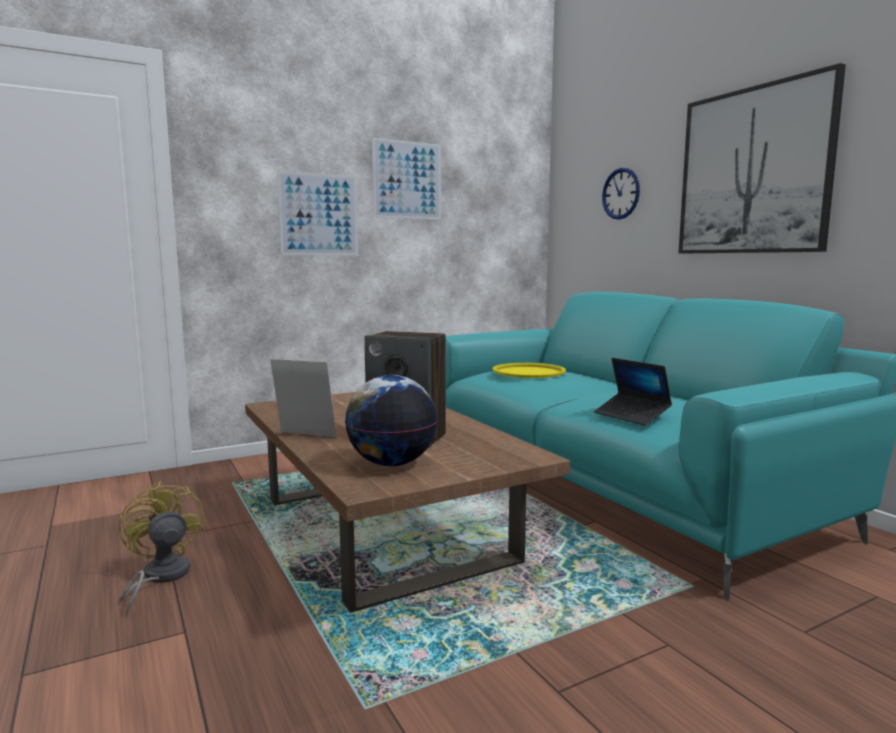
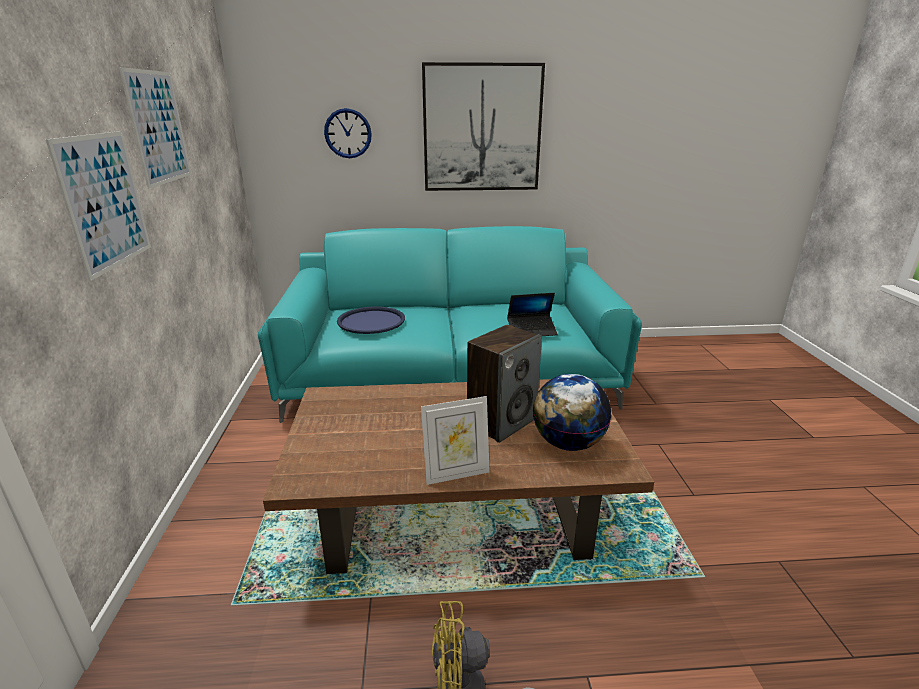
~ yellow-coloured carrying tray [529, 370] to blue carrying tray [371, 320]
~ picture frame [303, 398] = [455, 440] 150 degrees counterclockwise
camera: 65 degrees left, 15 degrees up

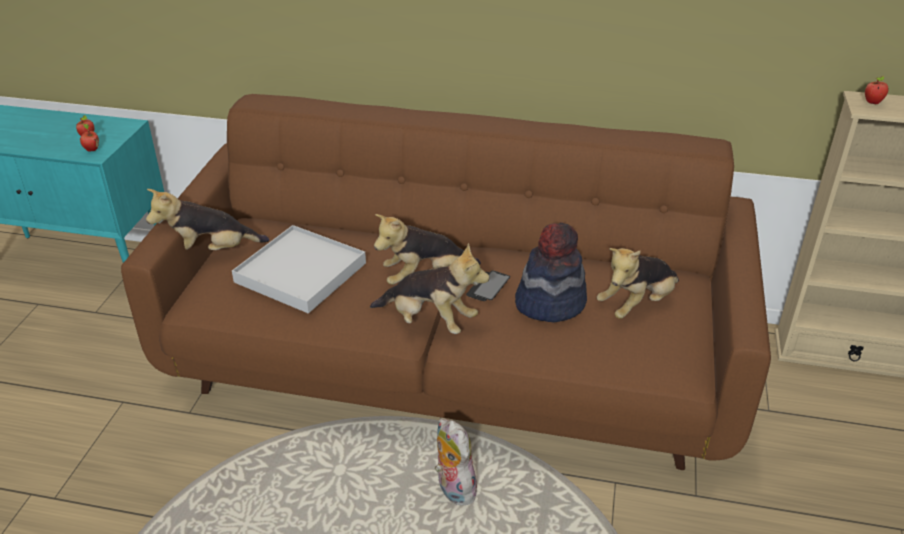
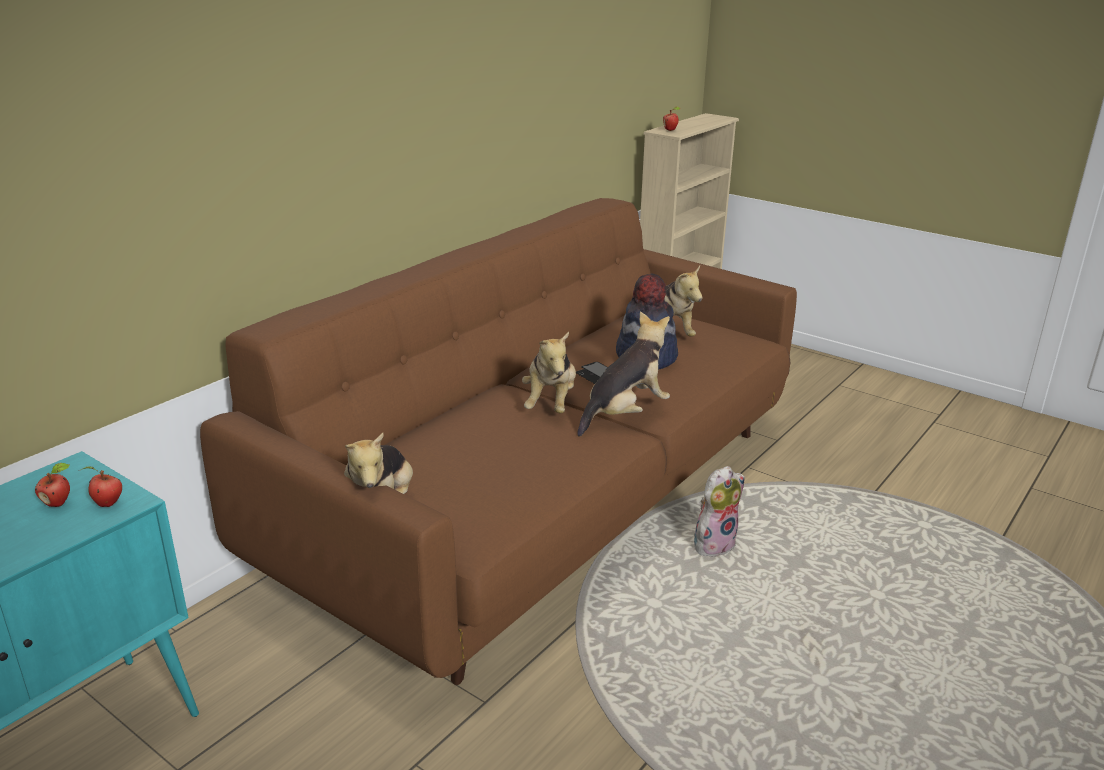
- white-coloured carrying tray [299, 269]
~ plush toy [457, 461] = [719, 512] 150 degrees clockwise
camera: 65 degrees left, 10 degrees down

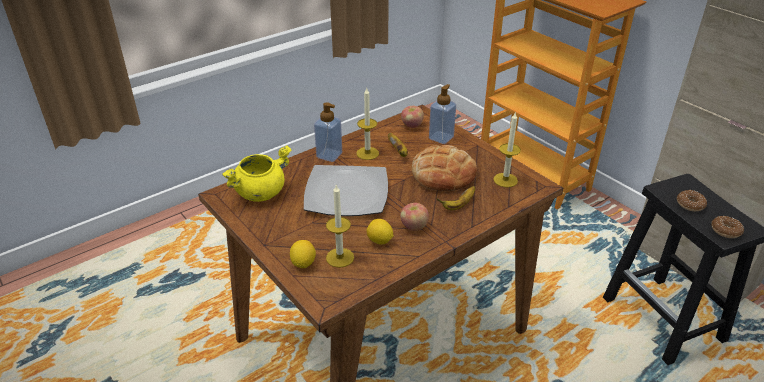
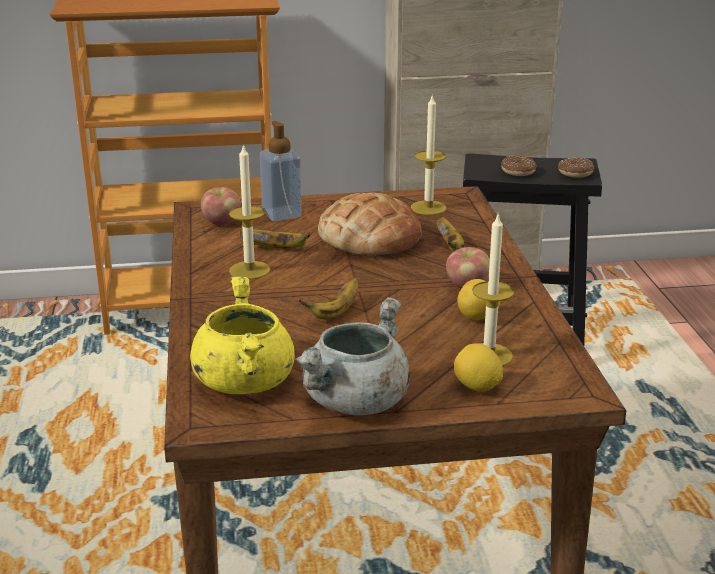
- soap bottle [328, 132]
+ grey cooking pot [352, 356]
~ dinner plate [346, 190] to whole banana [328, 298]
camera: 60 degrees left, 10 degrees down

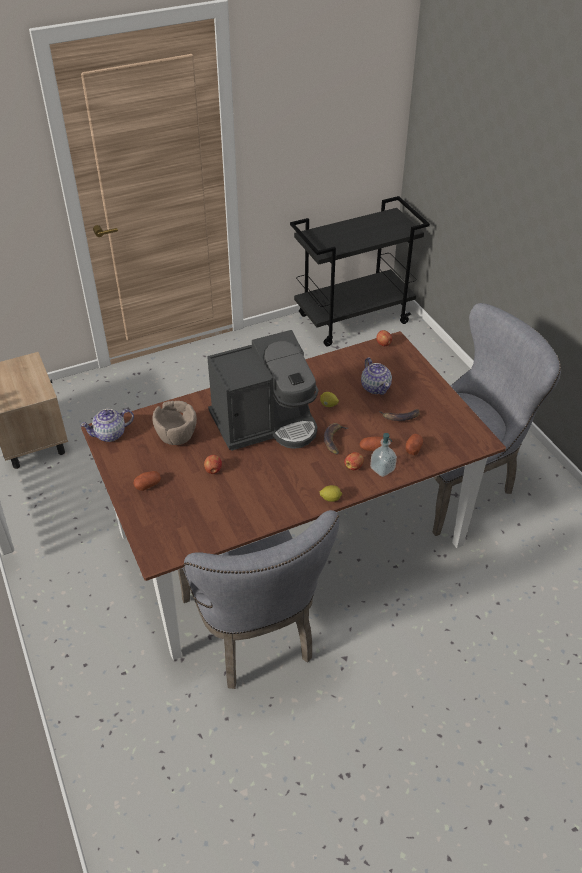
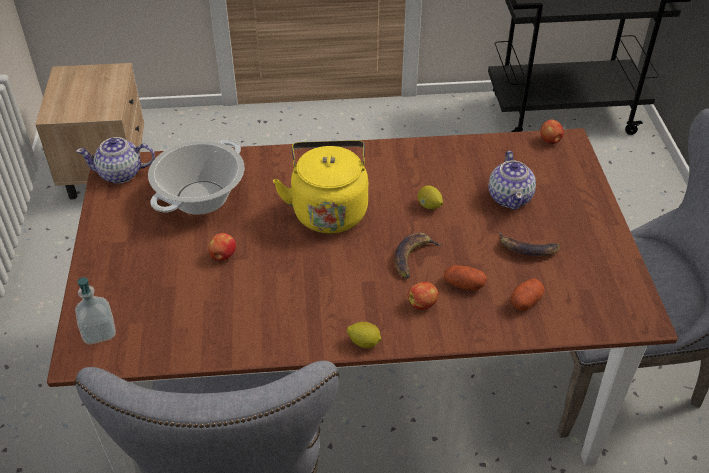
- whole potato [147, 481]
~ soap bottle [383, 455] to [95, 311]
~ brownish deep dish [174, 423] to cooking pot [196, 177]
~ coffee maker [262, 390] to yellow-coloured tea kettle [320, 186]
camera: 20 degrees right, 0 degrees up

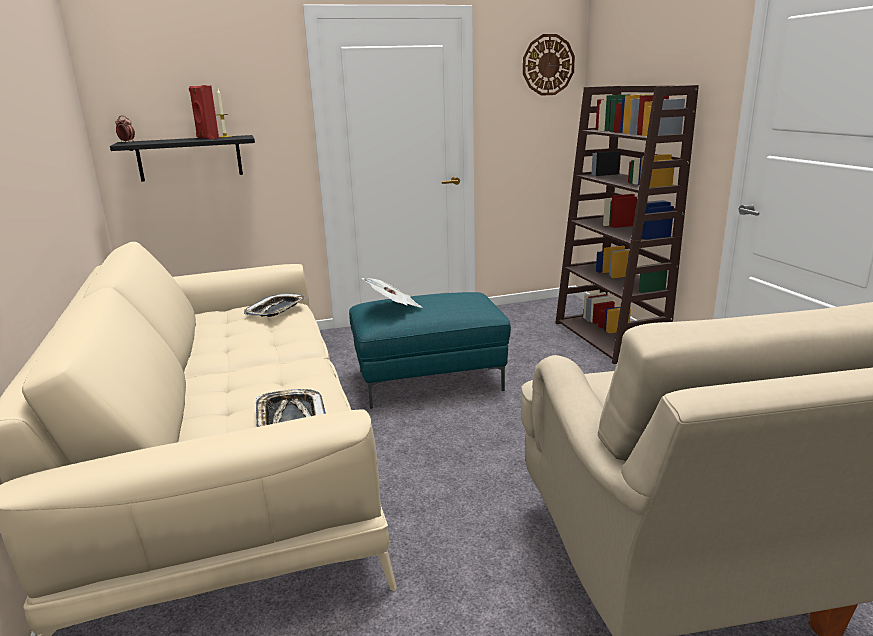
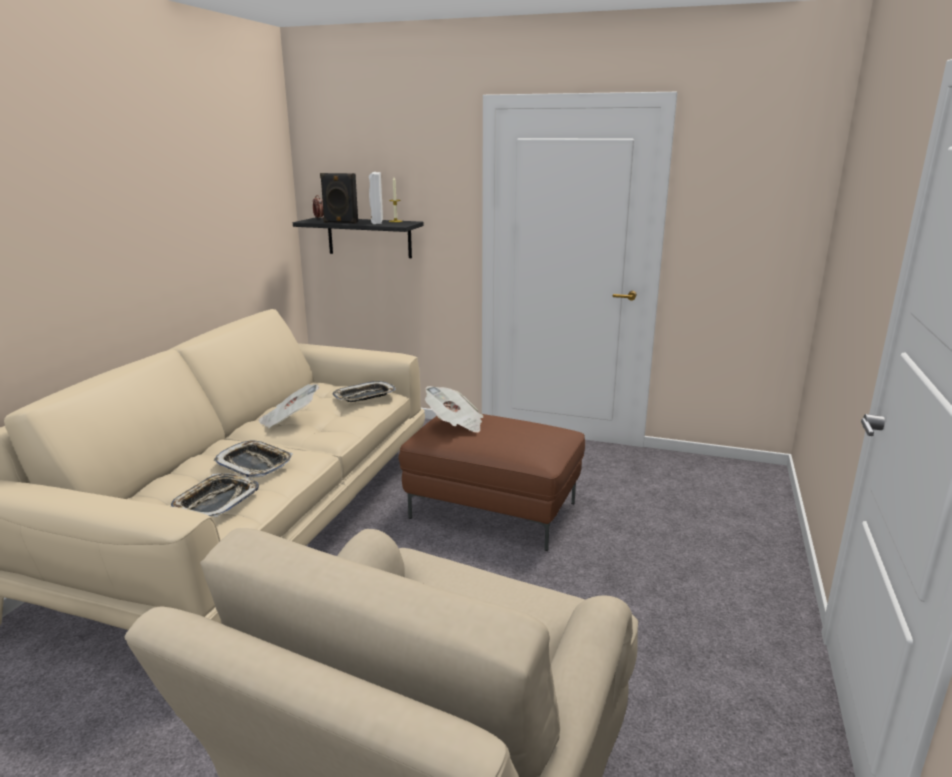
- hanging clock [549, 65]
- brownish bookcase [627, 224]
+ carrying tray [253, 459]
+ daily paper [288, 406]
+ black speaker [339, 198]
~ red-coloured speaker [204, 112] to white-coloured speaker [376, 198]
~ blue-green footrest [430, 350] to brownish footrest [492, 482]
camera: 35 degrees right, 0 degrees up

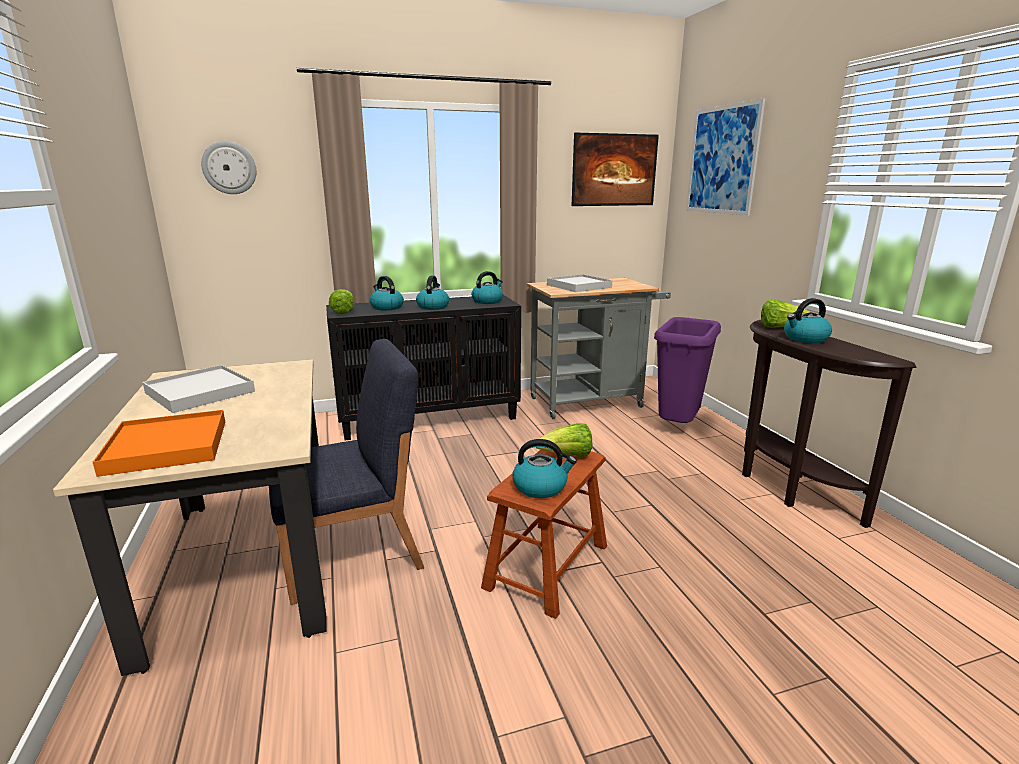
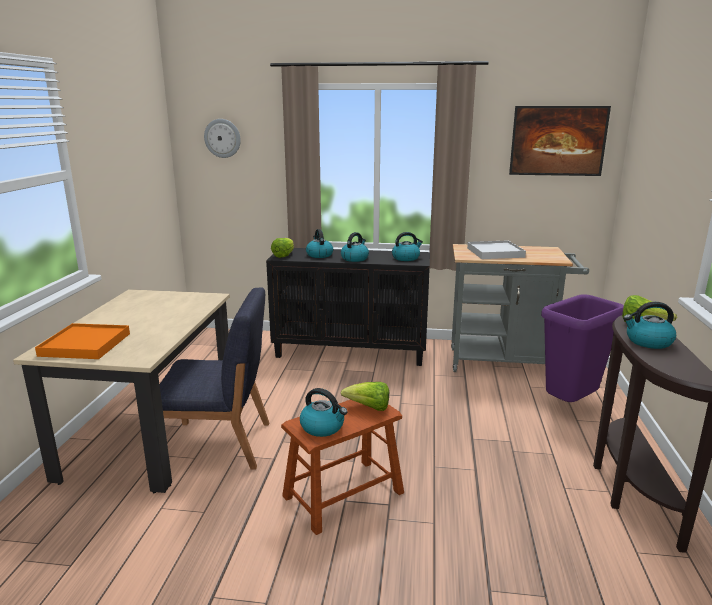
- white-coloured carrying tray [199, 389]
- picture [725, 157]
camera: 25 degrees right, 0 degrees up

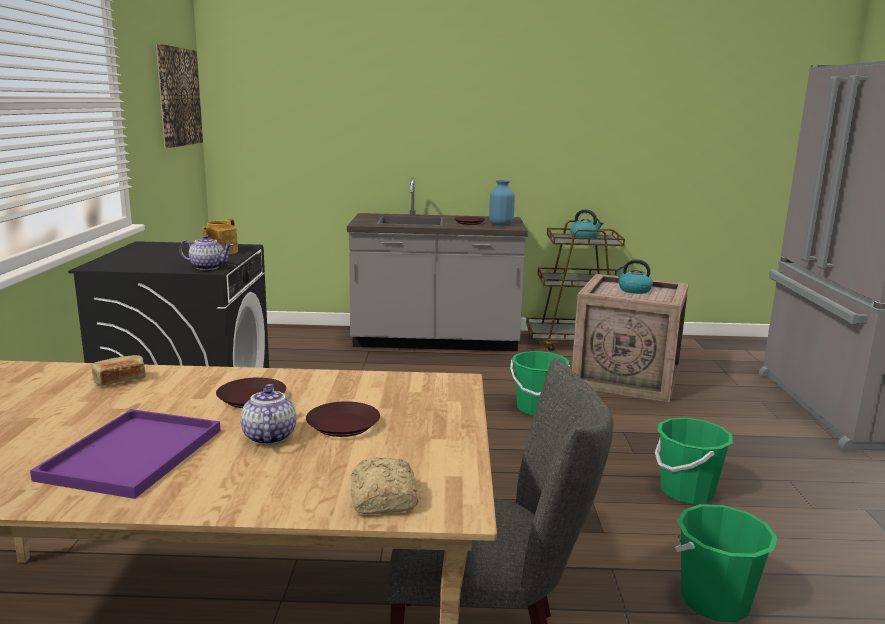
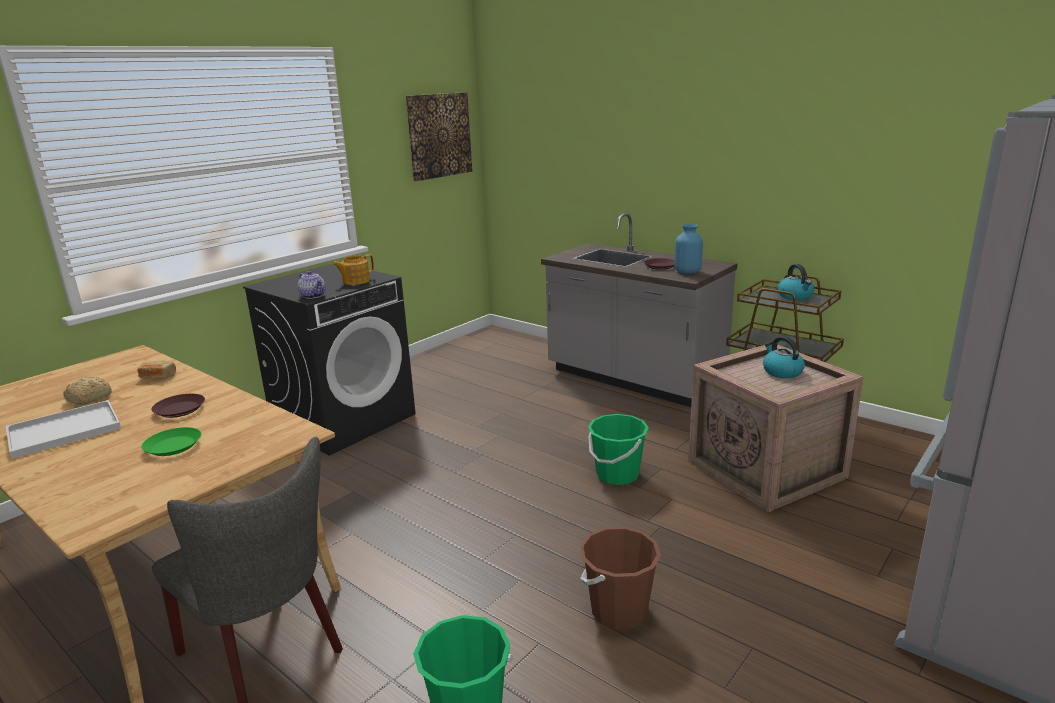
- tea pot [268, 414]
~ bread [384, 485] to [87, 391]
~ purple-coloured carrying tray [125, 454] to white-coloured carrying tray [63, 429]
~ brownish dinner plate [343, 419] to greenish dinner plate [171, 441]
~ greenish water bucket [694, 461] to brownish water bucket [620, 577]
camera: 40 degrees right, 5 degrees up

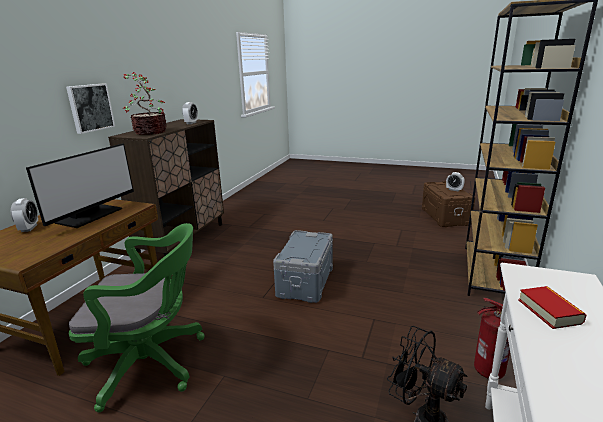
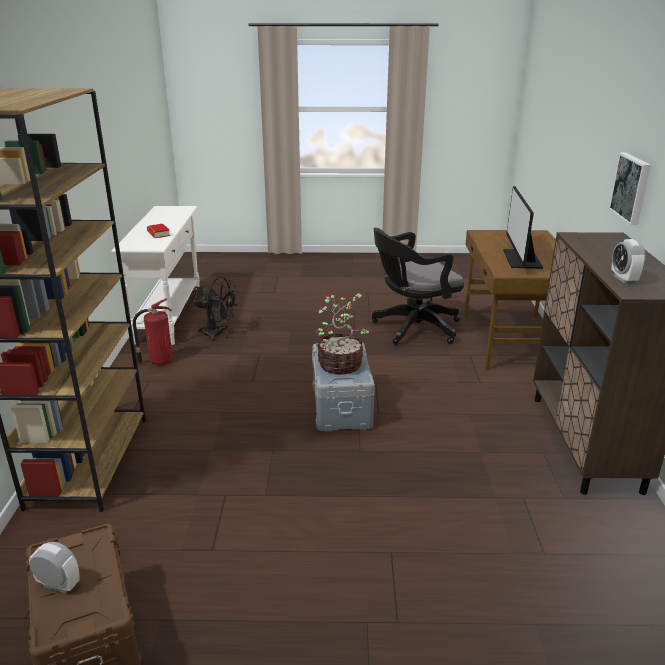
- alarm clock [24, 215]
~ plant in a pot [145, 103] to [343, 333]
~ greenish office chair [137, 317] to black office chair [418, 286]
camera: 160 degrees right, 5 degrees up

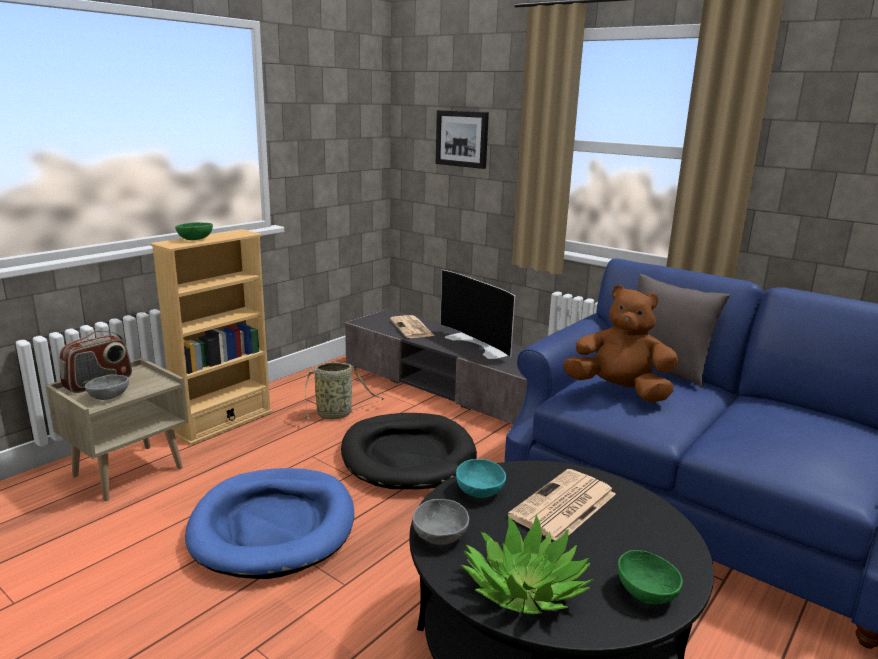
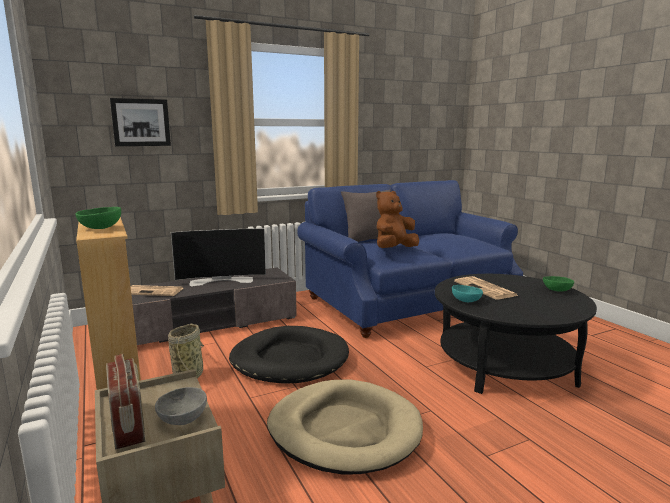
- grey deep dish [441, 522]
- plant in a pot [527, 564]
~ blue pet bed [269, 523] to beige pet bed [345, 427]
camera: 65 degrees left, 5 degrees down

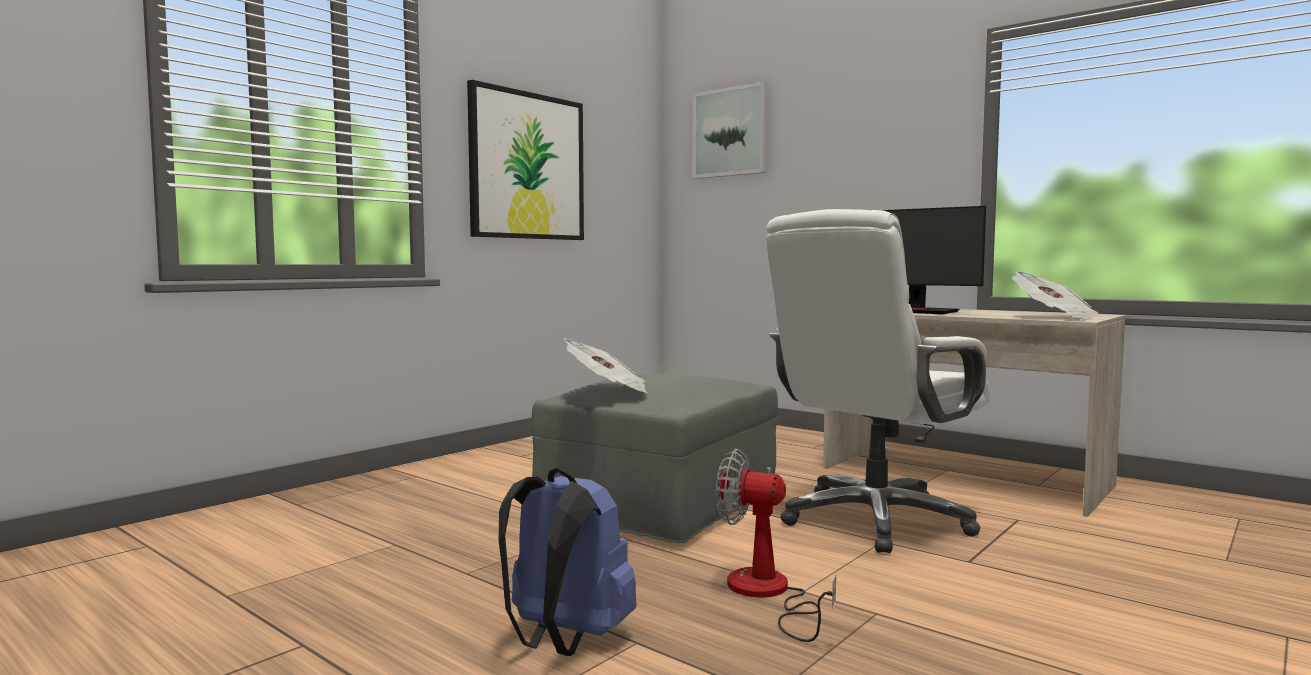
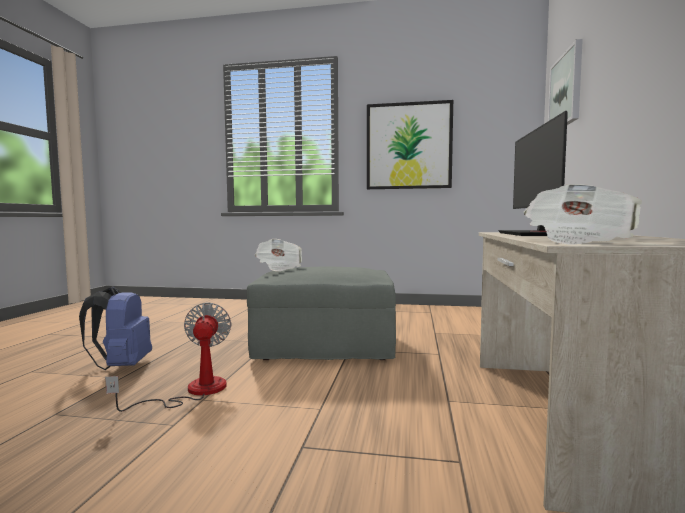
- white-coloured office chair [878, 381]
camera: 60 degrees right, 0 degrees up

